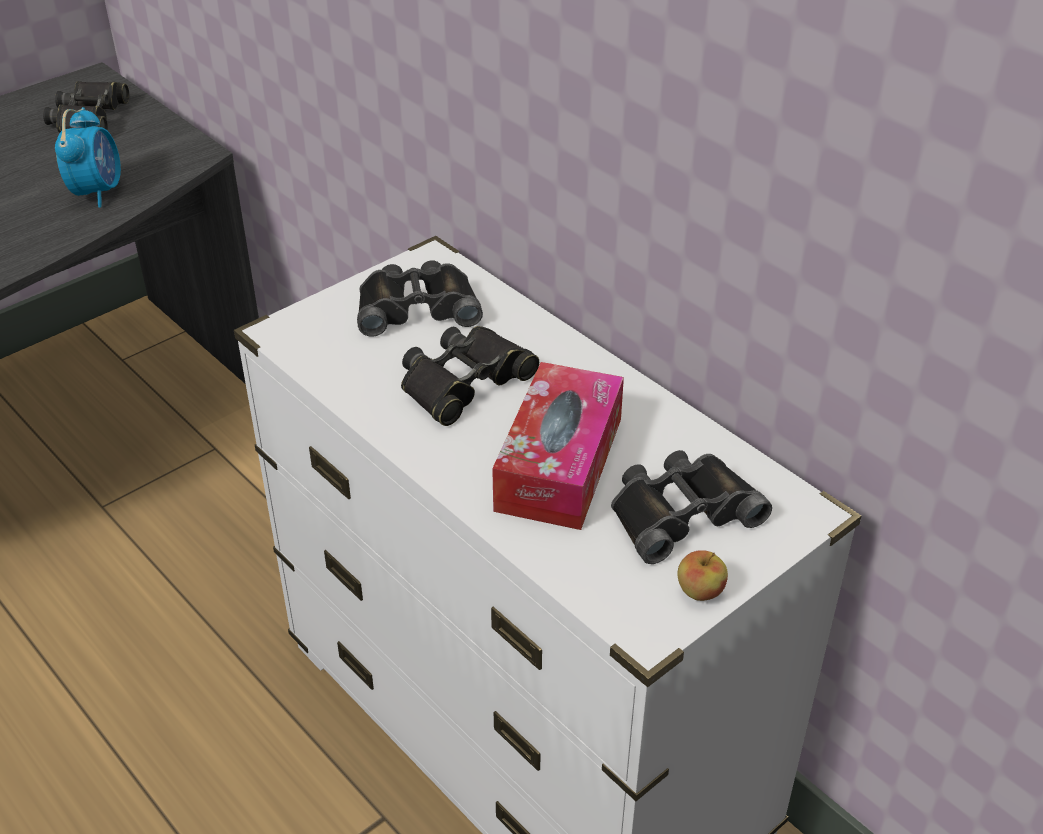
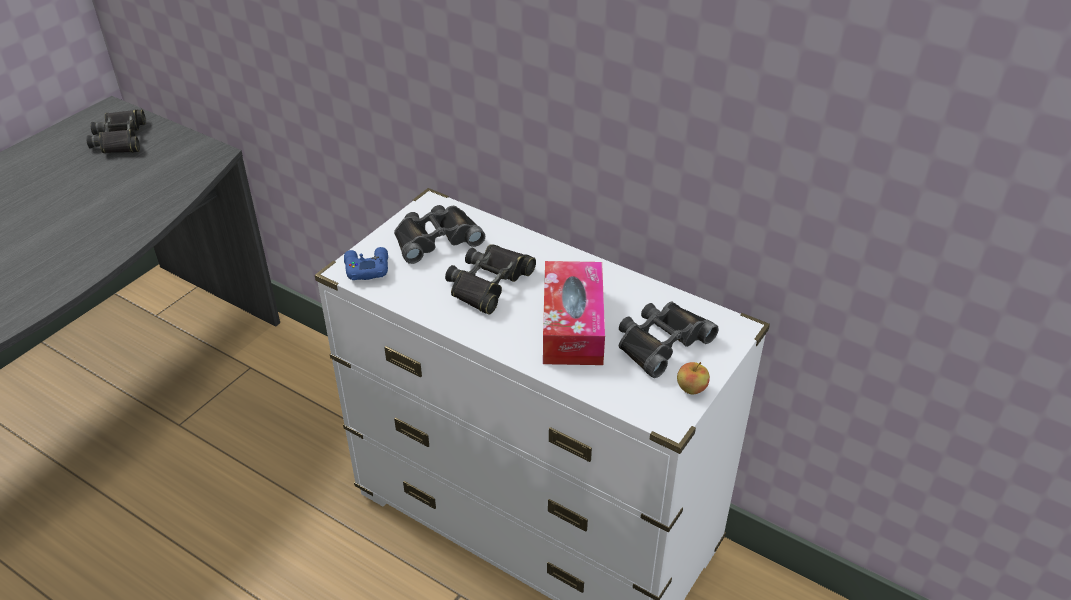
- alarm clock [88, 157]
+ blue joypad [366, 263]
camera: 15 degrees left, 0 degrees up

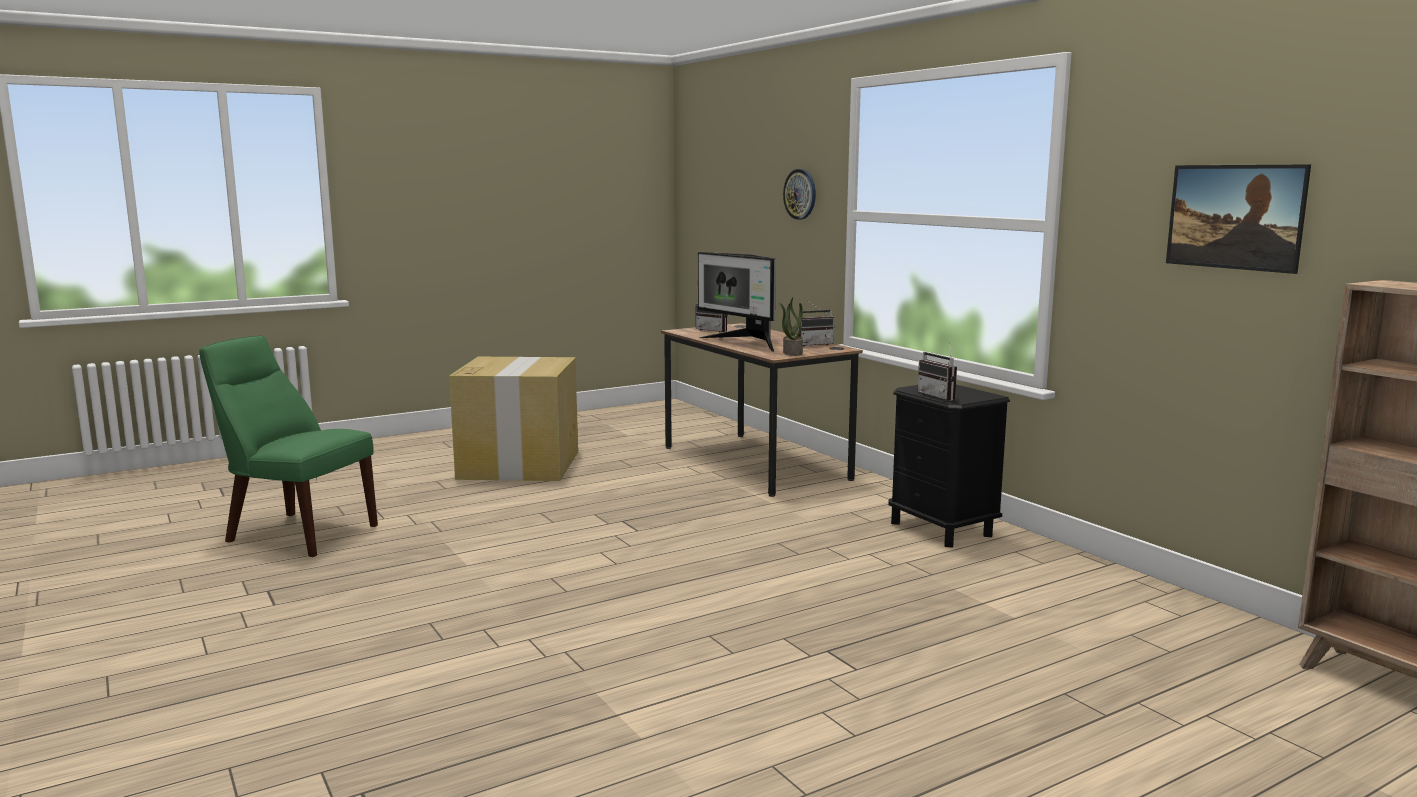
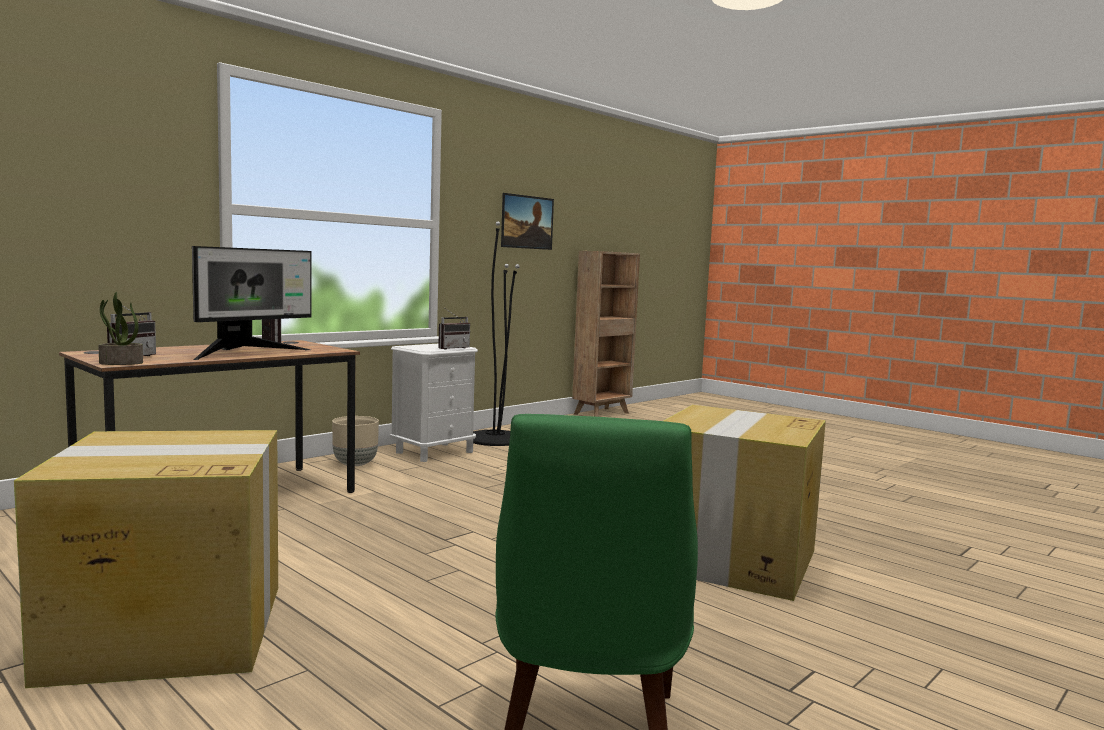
- hanging clock [799, 194]
+ beige flower pot [355, 441]
+ black standard lamp [496, 333]
+ carton [745, 503]
~ plant in a pot [791, 326] to [120, 328]
~ black nightstand [949, 466] to white-coloured nightstand [434, 402]
camera: 105 degrees left, 5 degrees down

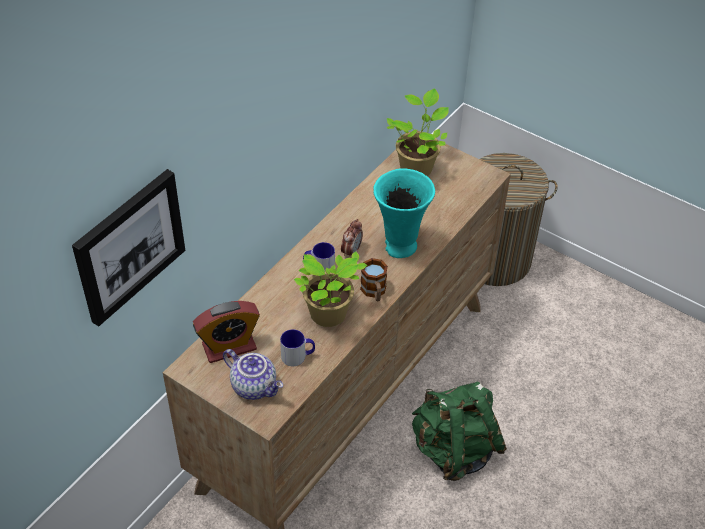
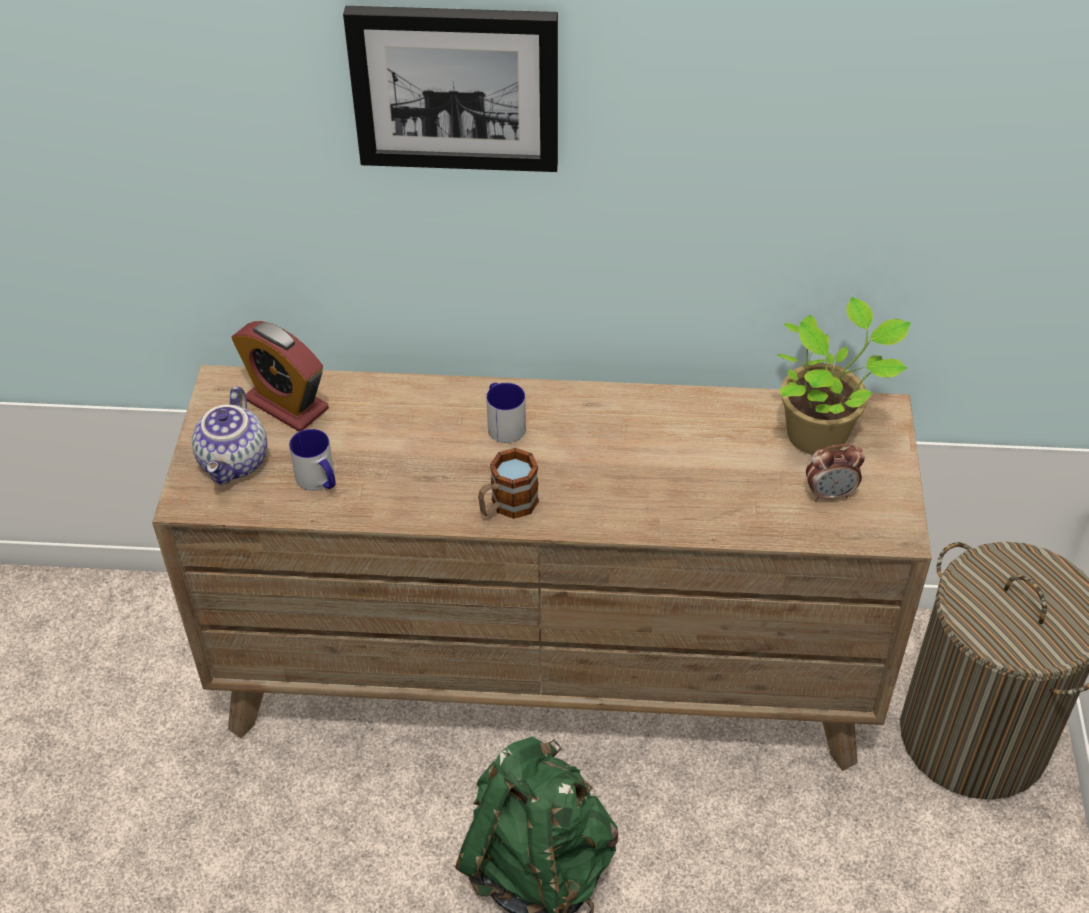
- plant in a pot [330, 289]
- blue-green vase [404, 213]
~ picture [128, 247] to [450, 89]
~ alarm clock [352, 237] to [835, 472]
camera: 60 degrees right, 0 degrees up

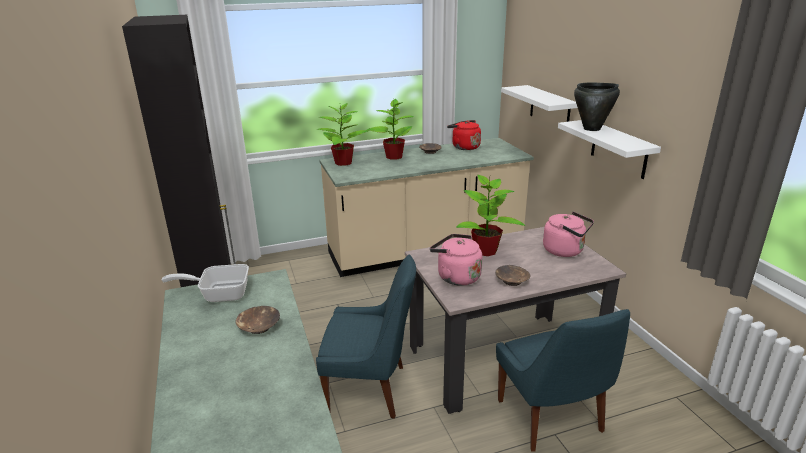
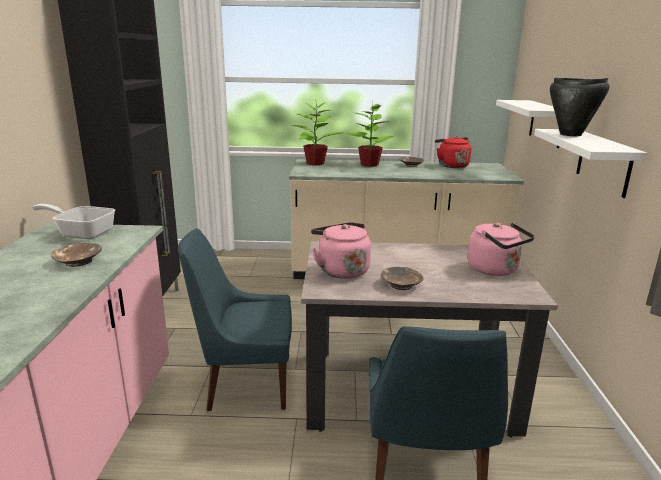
- plant in a pot [490, 215]
~ blue plain chair [366, 337] = [235, 320] 150 degrees clockwise
camera: 20 degrees right, 5 degrees down

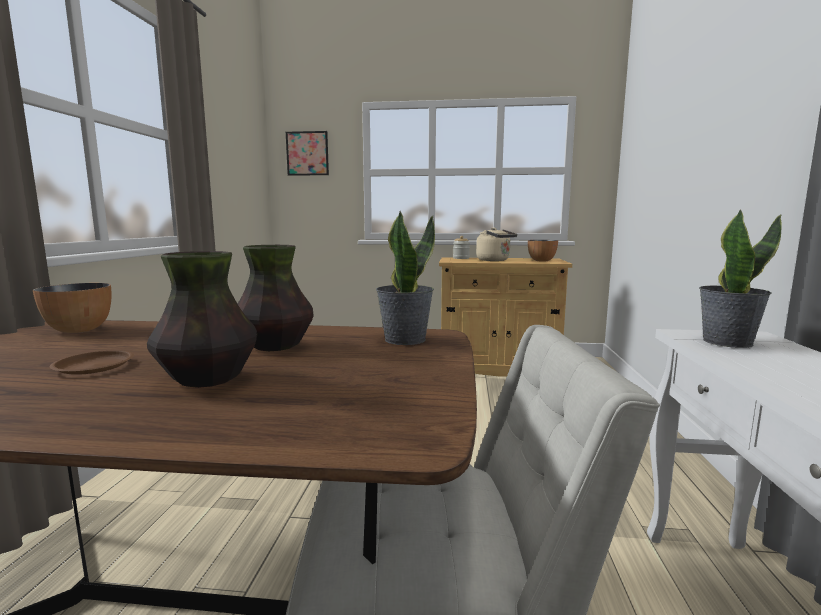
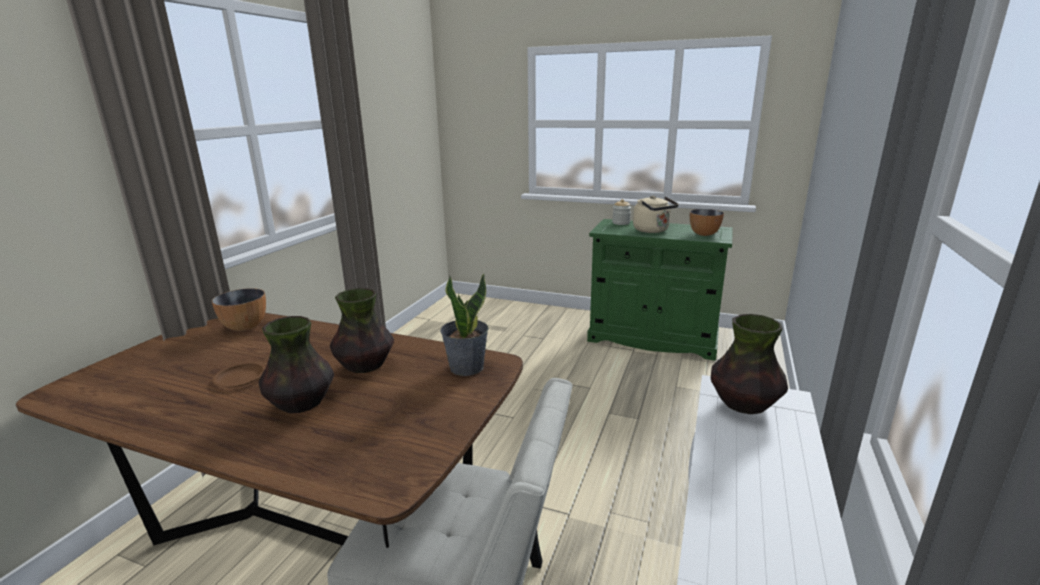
- picture [307, 153]
~ plant in a pot [740, 278] to vase [749, 364]
~ beige cupboard [505, 316] to greenish cupboard [660, 290]
camera: 15 degrees right, 10 degrees up

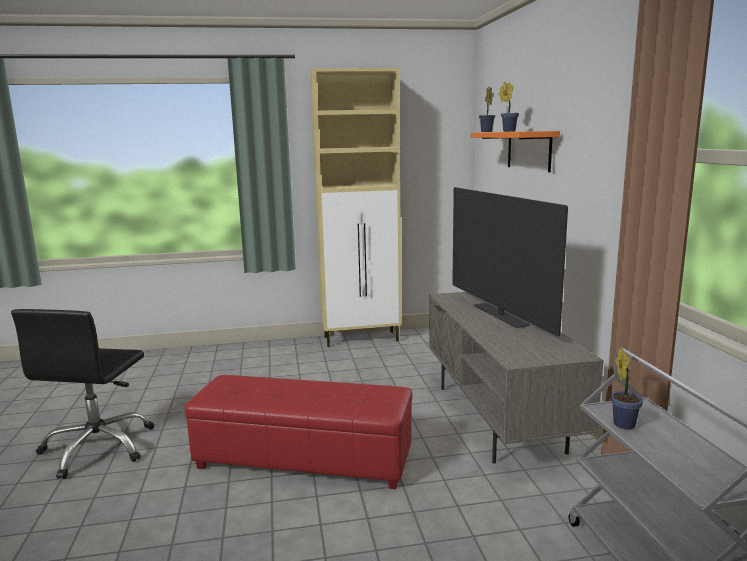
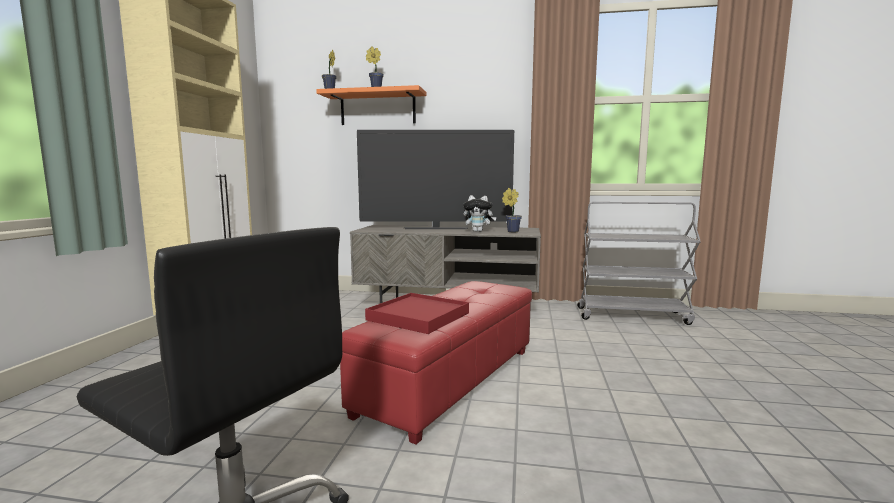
+ red-coloured carrying tray [417, 313]
+ plush toy [480, 213]
~ plant in a pot [627, 387] to [512, 210]
camera: 70 degrees left, 5 degrees down

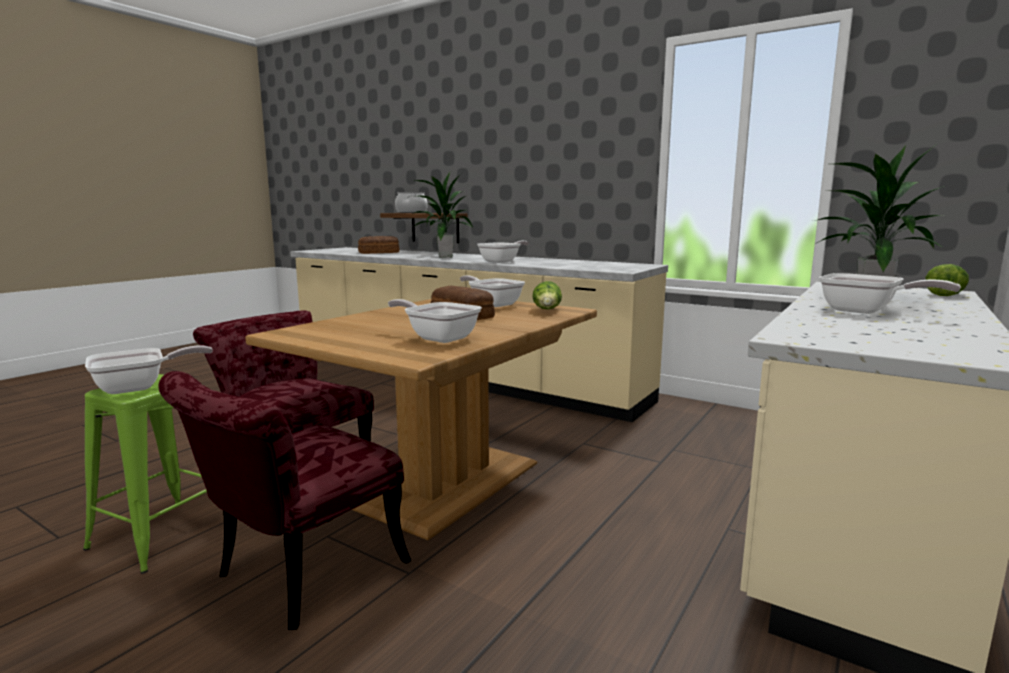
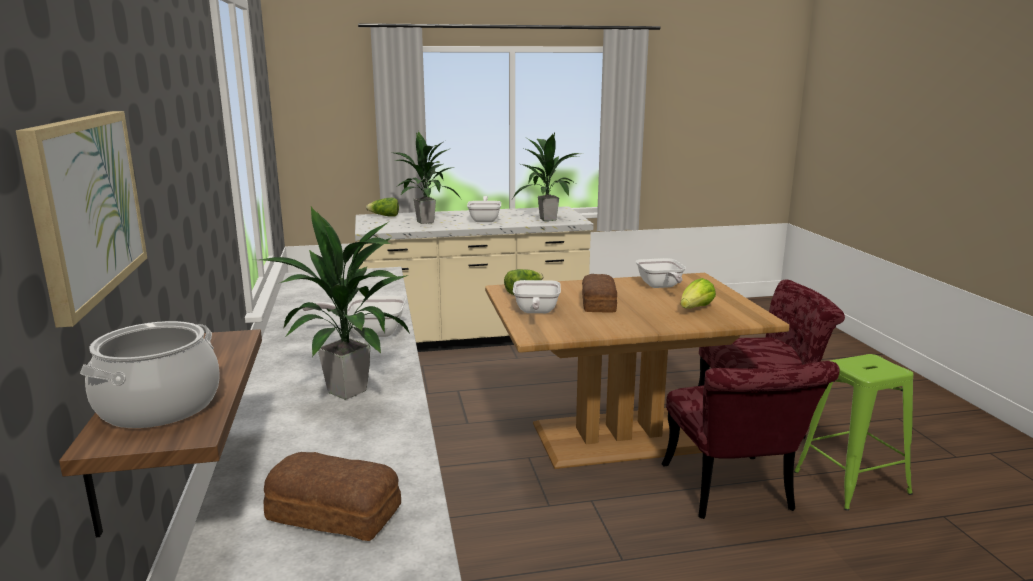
- frying pan [149, 369]
+ picture [81, 219]
+ plant in a pot [546, 177]
+ head of lettuce [698, 293]
camera: 135 degrees left, 5 degrees up

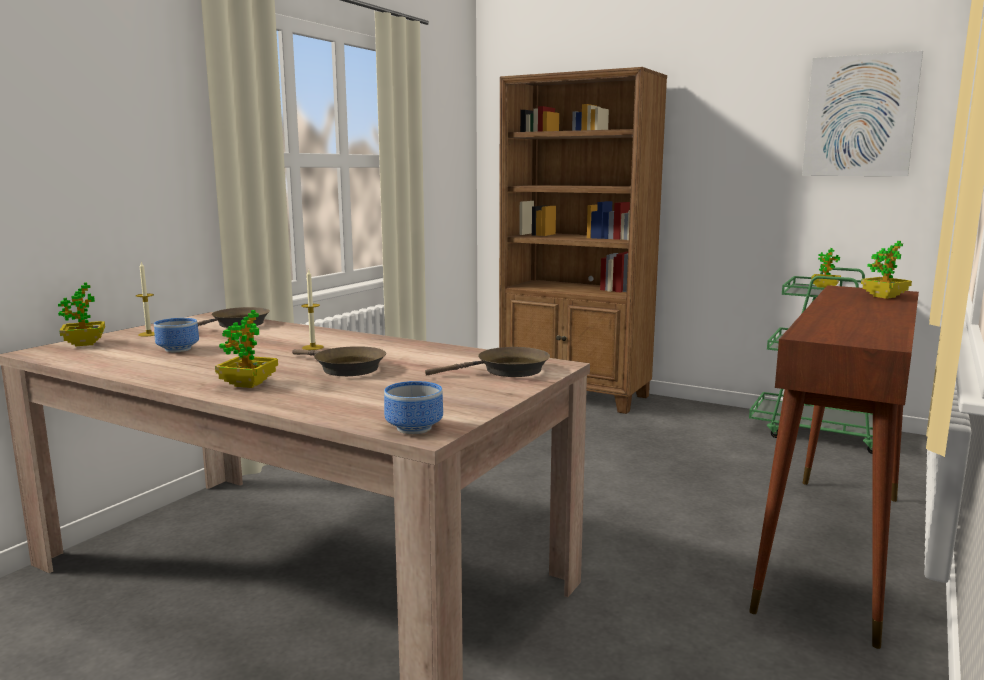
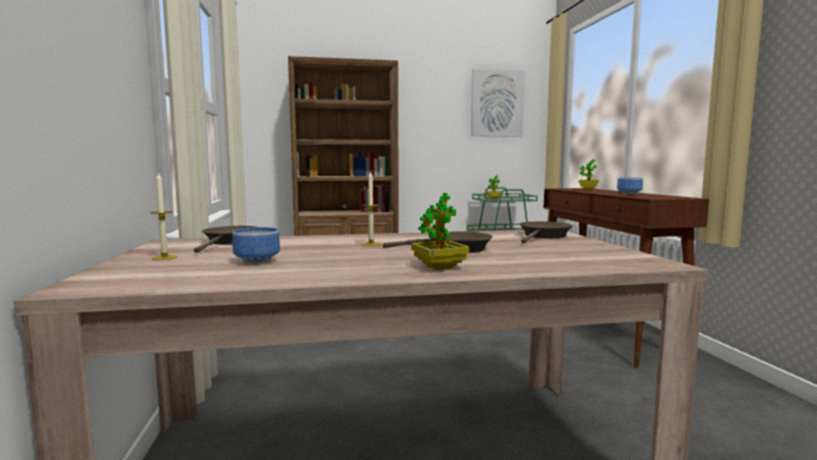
- plant in a pot [81, 314]
~ deep dish [413, 407] to [630, 186]
camera: 40 degrees left, 5 degrees down

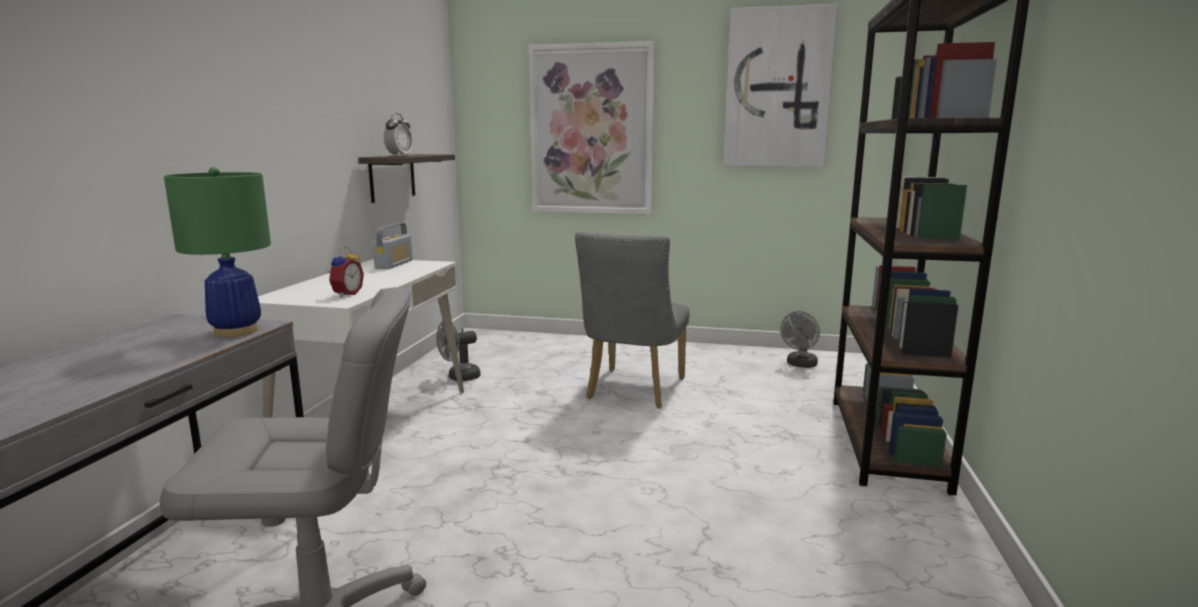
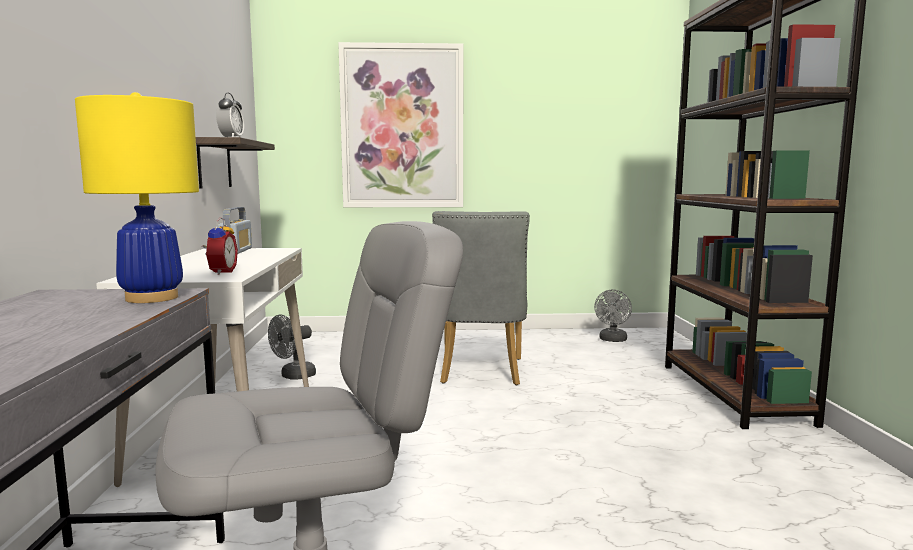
- picture [780, 85]
~ greenish table lamp [217, 252] to yellow-coloured table lamp [137, 197]
camera: 15 degrees left, 5 degrees down

